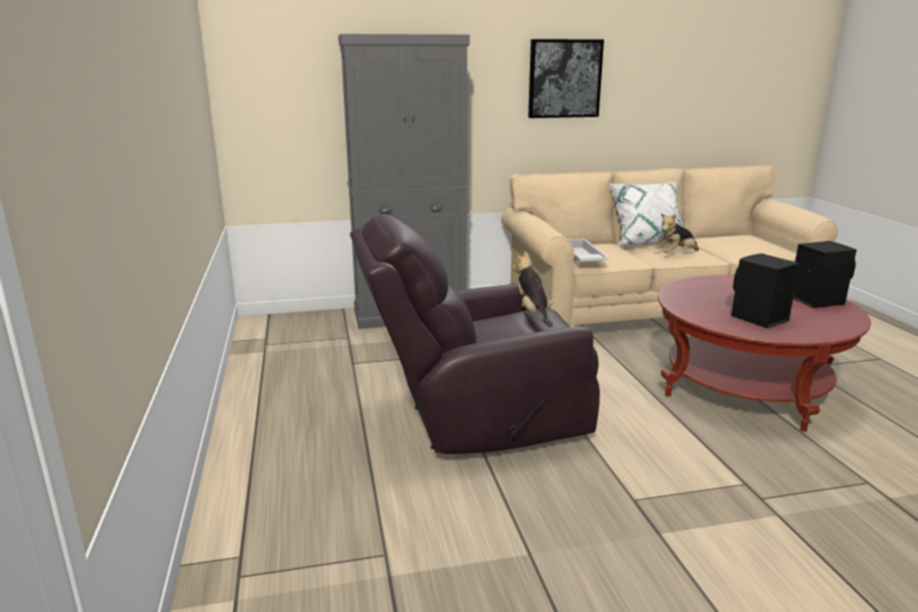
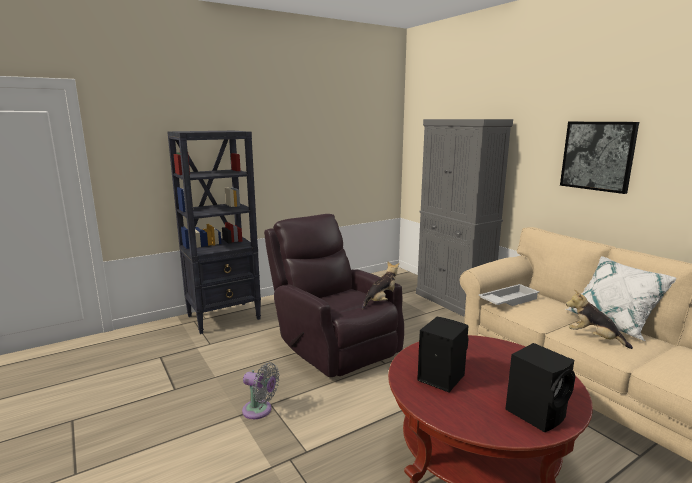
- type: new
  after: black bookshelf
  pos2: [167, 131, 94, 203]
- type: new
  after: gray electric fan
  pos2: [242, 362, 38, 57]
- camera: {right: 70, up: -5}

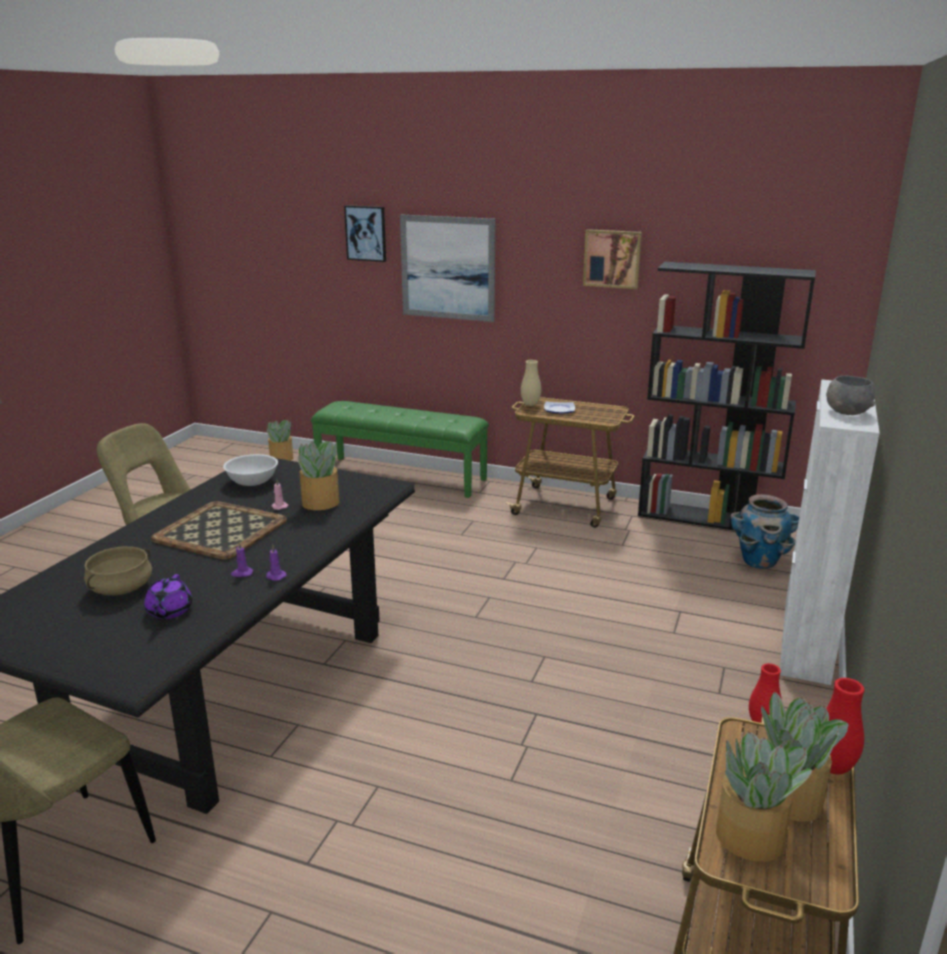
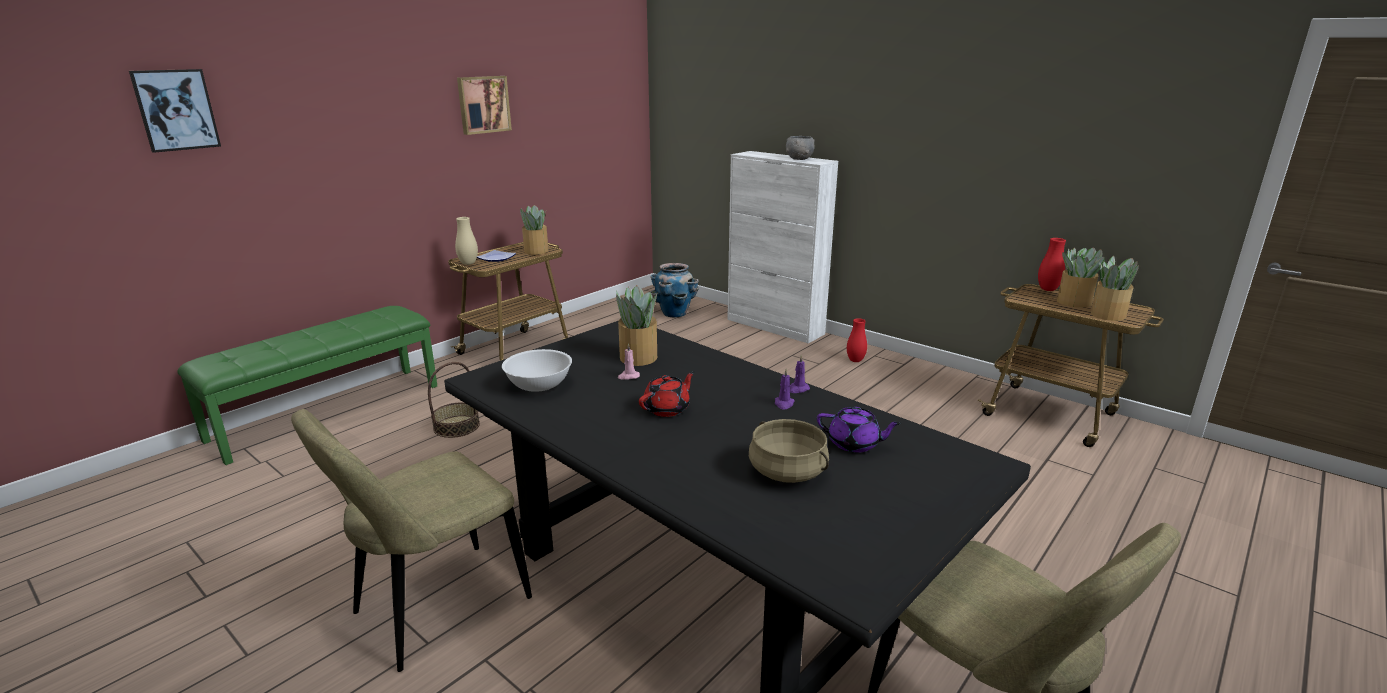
- type: gone
  before: wall picture
  pos1: [400, 215, 95, 107]
- type: gone
  before: black bookshelf
  pos1: [638, 262, 178, 269]
- type: shifted
  before: plant in a pot
  pos1: [265, 420, 28, 41]
  pos2: [520, 205, 28, 50]
- type: swapped
  before: tray
  after: red-coloured pot for tea
  pos1: [151, 501, 136, 59]
  pos2: [639, 371, 56, 46]
- type: new
  after: storage basket
  pos2: [428, 362, 52, 76]
- camera: {right: -70, up: 0}

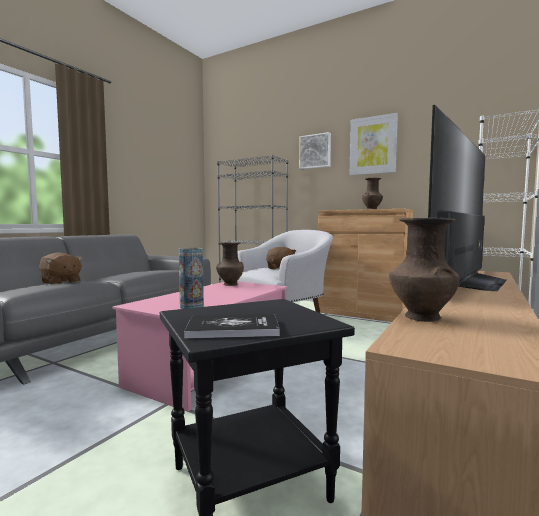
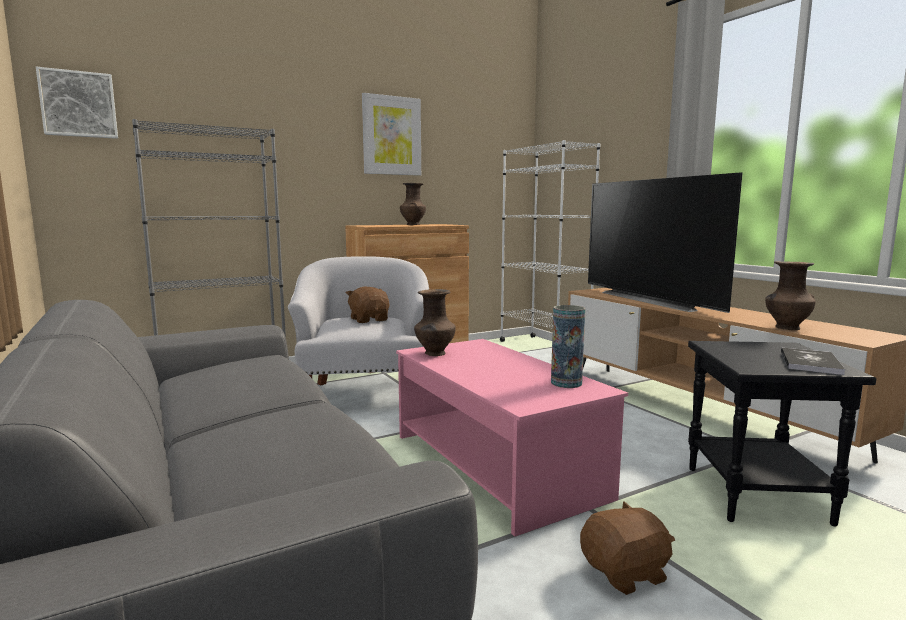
- type: shifted
  before: wall picture
  pos1: [299, 132, 32, 37]
  pos2: [36, 67, 82, 72]
- type: shifted
  before: brown-coloured plush toy
  pos1: [39, 252, 44, 32]
  pos2: [580, 501, 95, 94]
- camera: {right: -60, up: 5}

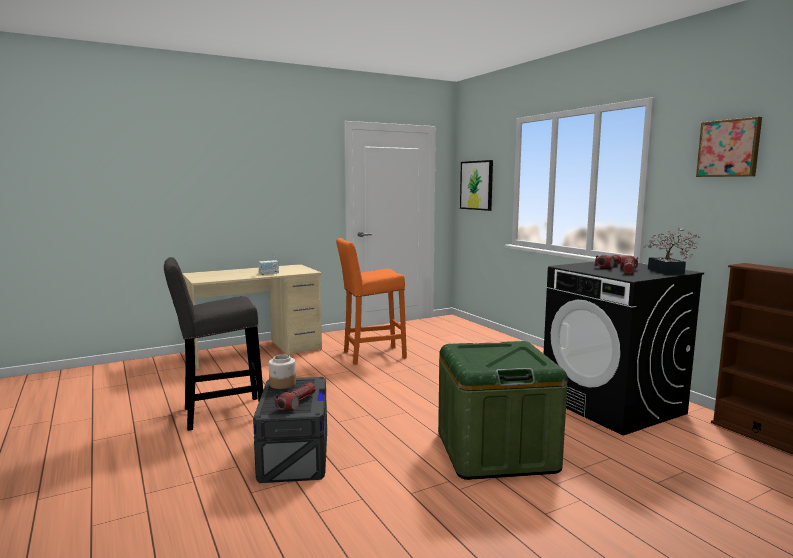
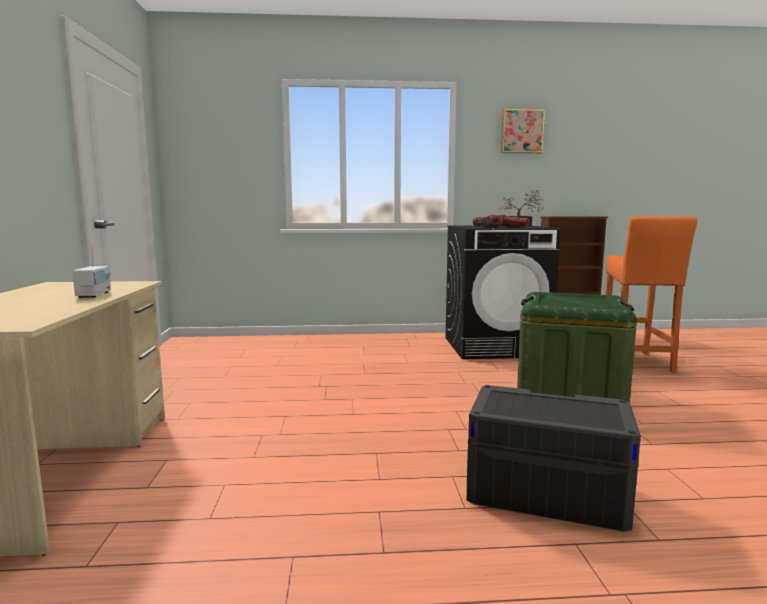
- type: gone
  before: wall picture
  pos1: [460, 160, 33, 51]
- type: shifted
  before: orange stool seat
  pos1: [336, 238, 71, 127]
  pos2: [606, 216, 91, 156]
- type: gone
  before: gray stool seat
  pos1: [164, 257, 99, 174]
- type: gone
  before: storage jar
  pos1: [269, 355, 27, 34]
- type: gone
  before: hand torch
  pos1: [275, 383, 41, 28]
- camera: {right: -65, up: 0}

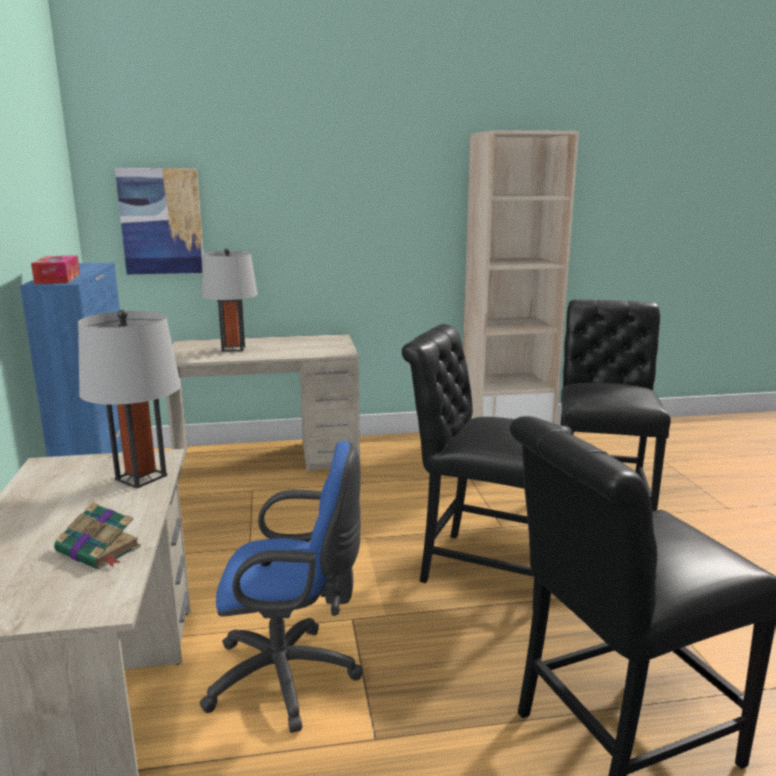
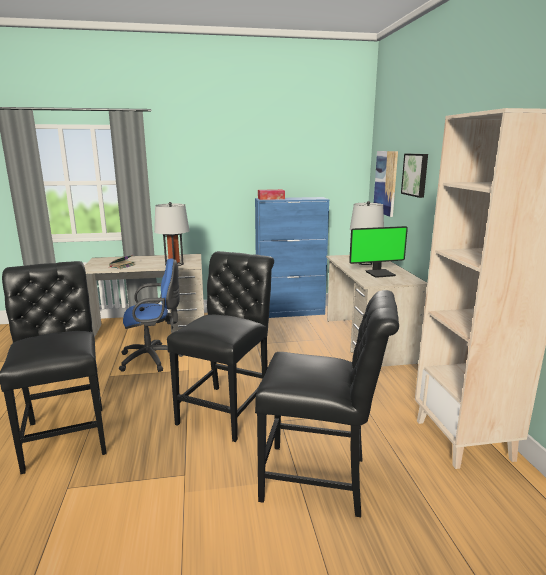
- type: rotated
  before: blue-coloured computer chair
  pos1: [200, 441, 162, 292]
  pos2: [119, 258, 64, 114]
  turn: -105
- type: new
  after: wall picture
  pos2: [401, 154, 27, 44]
- type: new
  after: computer screen
  pos2: [349, 226, 59, 52]
- camera: {right: 90, up: 0}

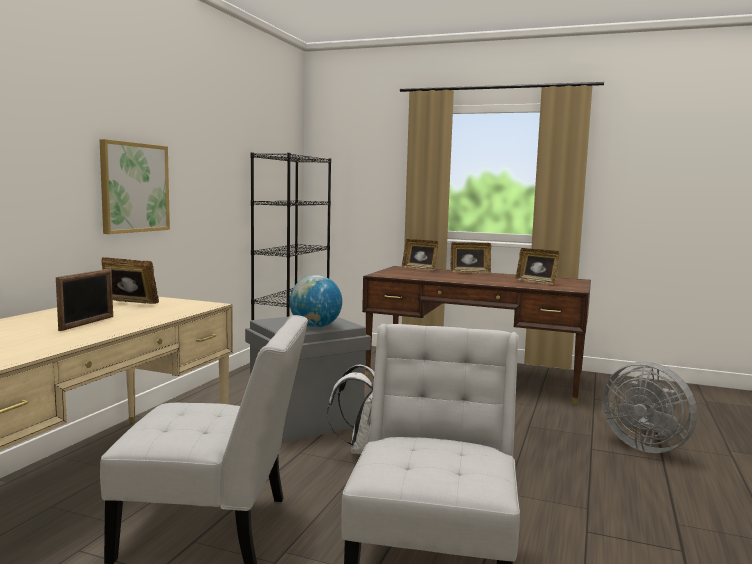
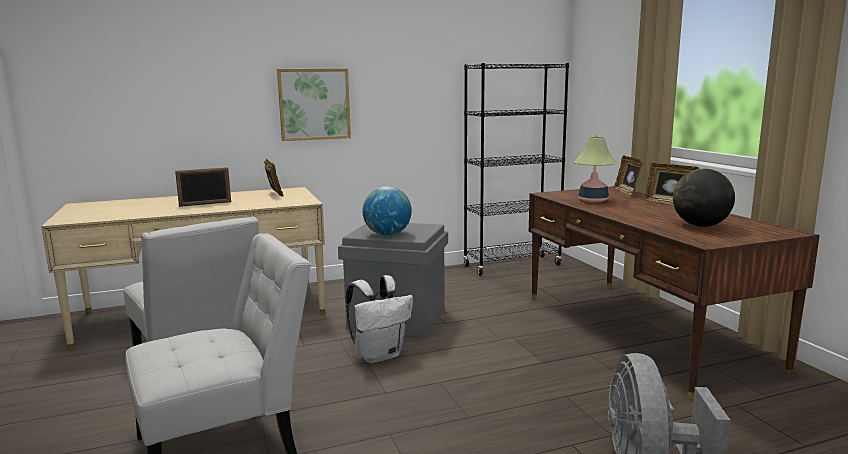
- type: swapped
  before: picture frame
  after: desk globe
  pos1: [516, 248, 43, 37]
  pos2: [673, 169, 62, 58]
- type: new
  after: lamp for a table
  pos2: [573, 135, 44, 68]
- camera: {right: 50, up: 5}

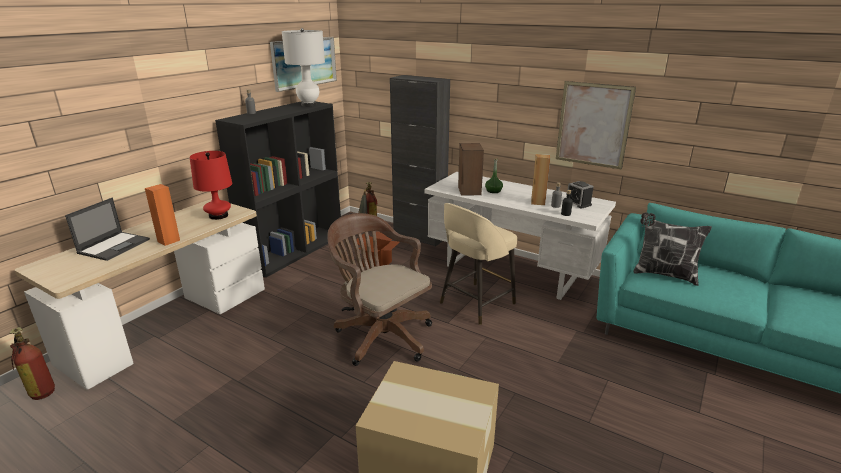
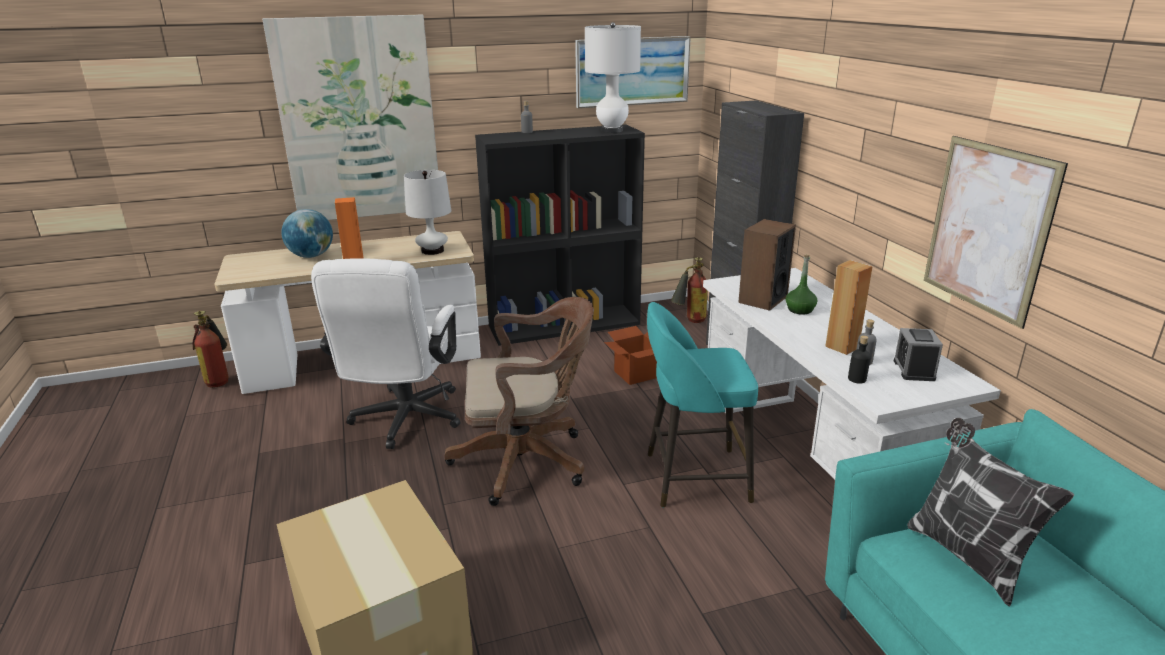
- type: repainted
  before: red-coloured lamp for a table
  after: white lamp for a table
  pos1: [190, 151, 42, 69]
  pos2: [404, 170, 47, 85]
- type: swapped
  before: portable computer
  after: desk globe
  pos1: [65, 197, 85, 64]
  pos2: [281, 209, 52, 49]
- type: repainted
  before: sand-coloured stool seat
  after: blue-green stool seat
  pos1: [440, 203, 77, 122]
  pos2: [647, 302, 111, 206]
- type: rotated
  before: brown-coloured computer chair
  pos1: [327, 213, 105, 153]
  pos2: [445, 297, 149, 209]
  turn: 90
- type: new
  after: wall picture
  pos2: [262, 15, 176, 205]
- type: new
  after: white computer chair
  pos2: [311, 258, 150, 191]
- camera: {right: 40, up: 0}

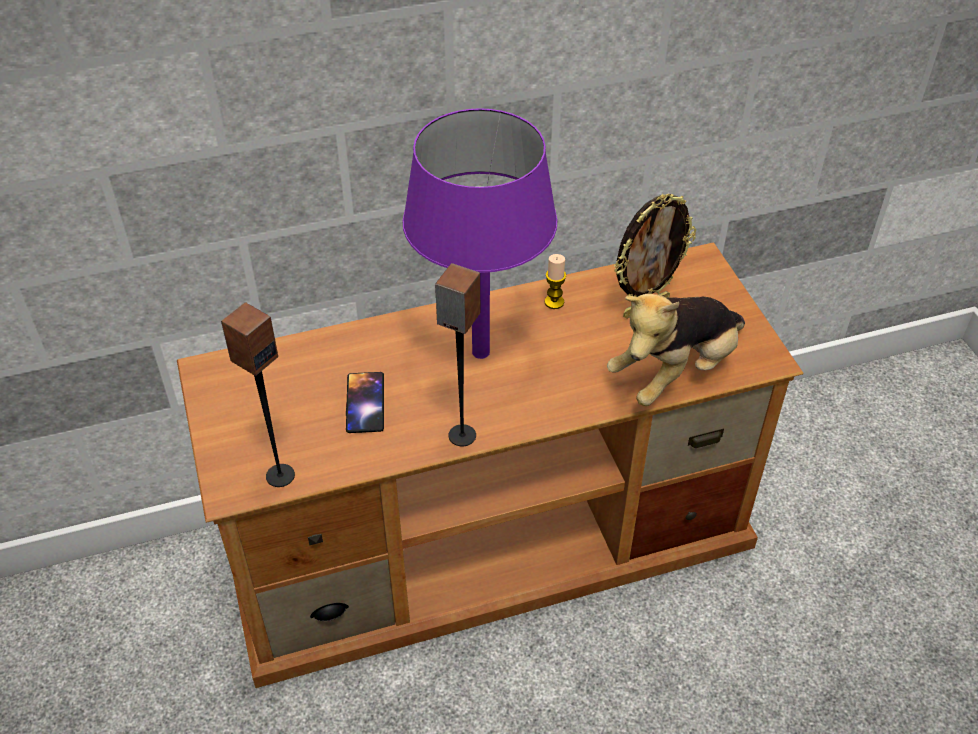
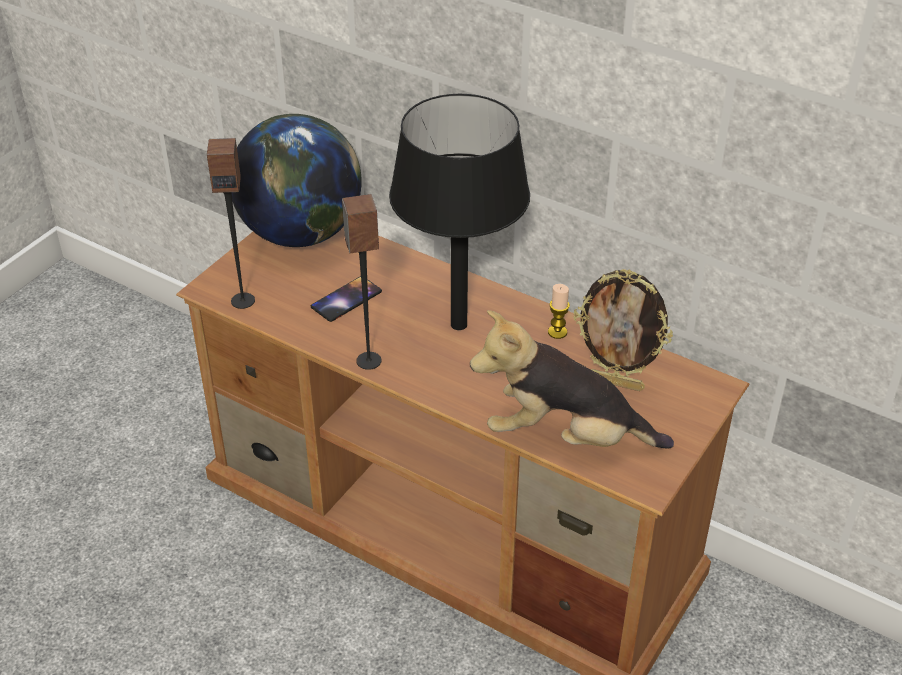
- type: repainted
  before: purplish lamp for a table
  after: black lamp for a table
  pos1: [403, 108, 155, 251]
  pos2: [389, 94, 141, 236]
- type: new
  after: desk globe
  pos2: [232, 114, 130, 133]
- camera: {right: 50, up: -5}

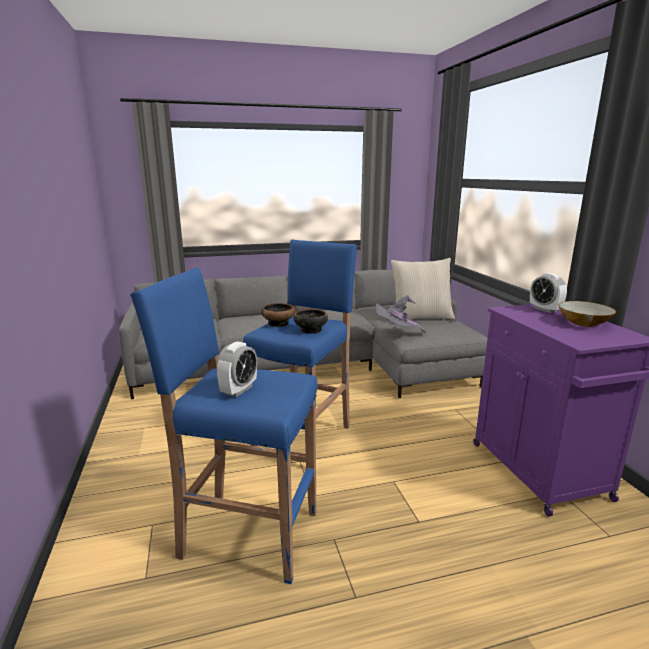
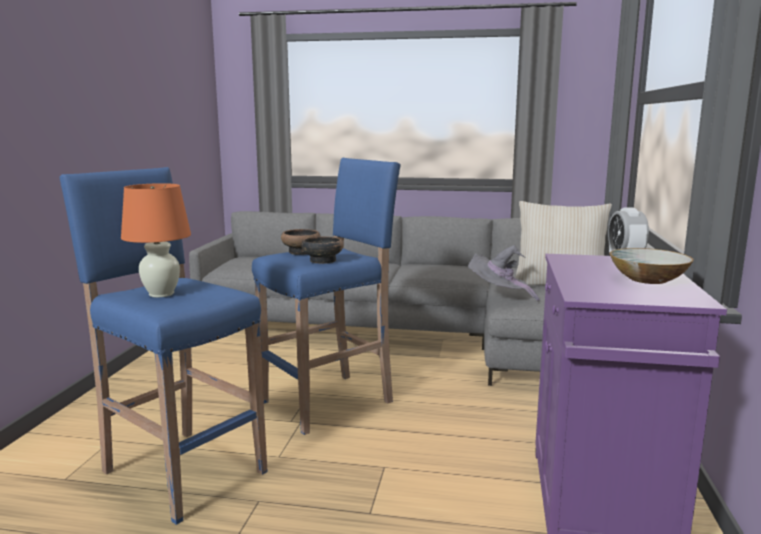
- type: swapped
  before: alarm clock
  after: orange lamp for a table
  pos1: [216, 342, 41, 55]
  pos2: [121, 183, 70, 114]
- camera: {right: 25, up: -5}

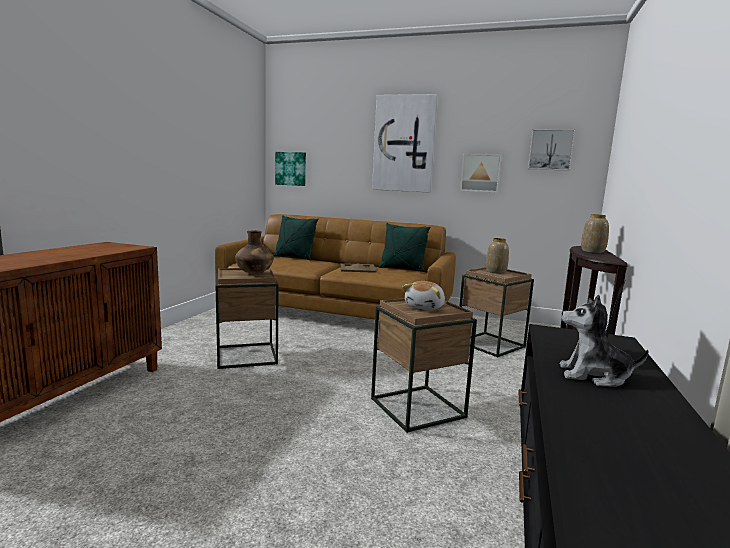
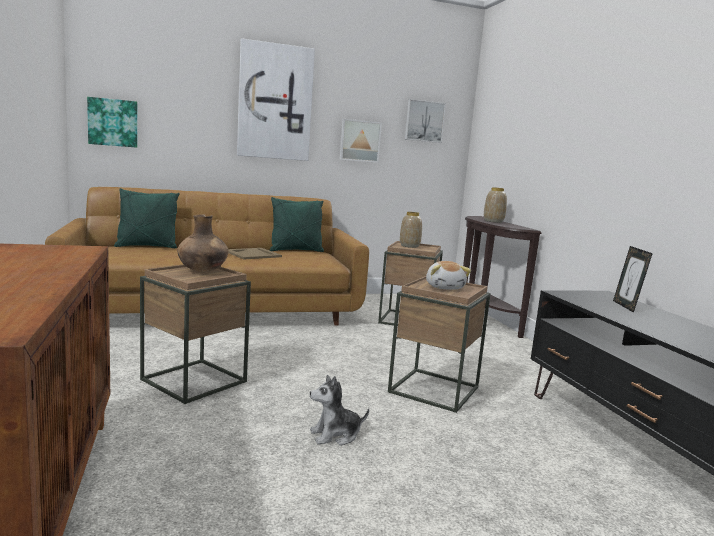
- type: shifted
  before: plush toy
  pos1: [560, 295, 89, 92]
  pos2: [310, 375, 59, 71]
- camera: {right: -35, up: 0}

